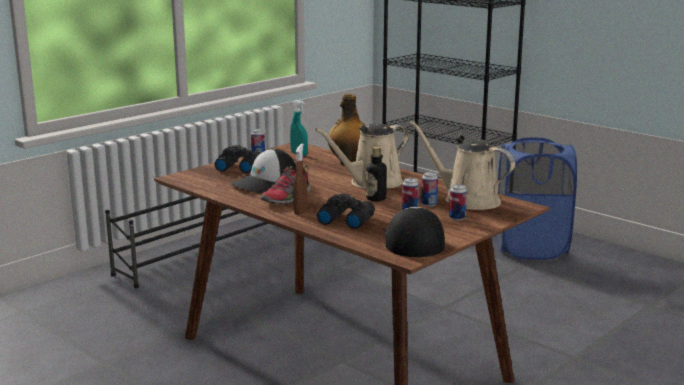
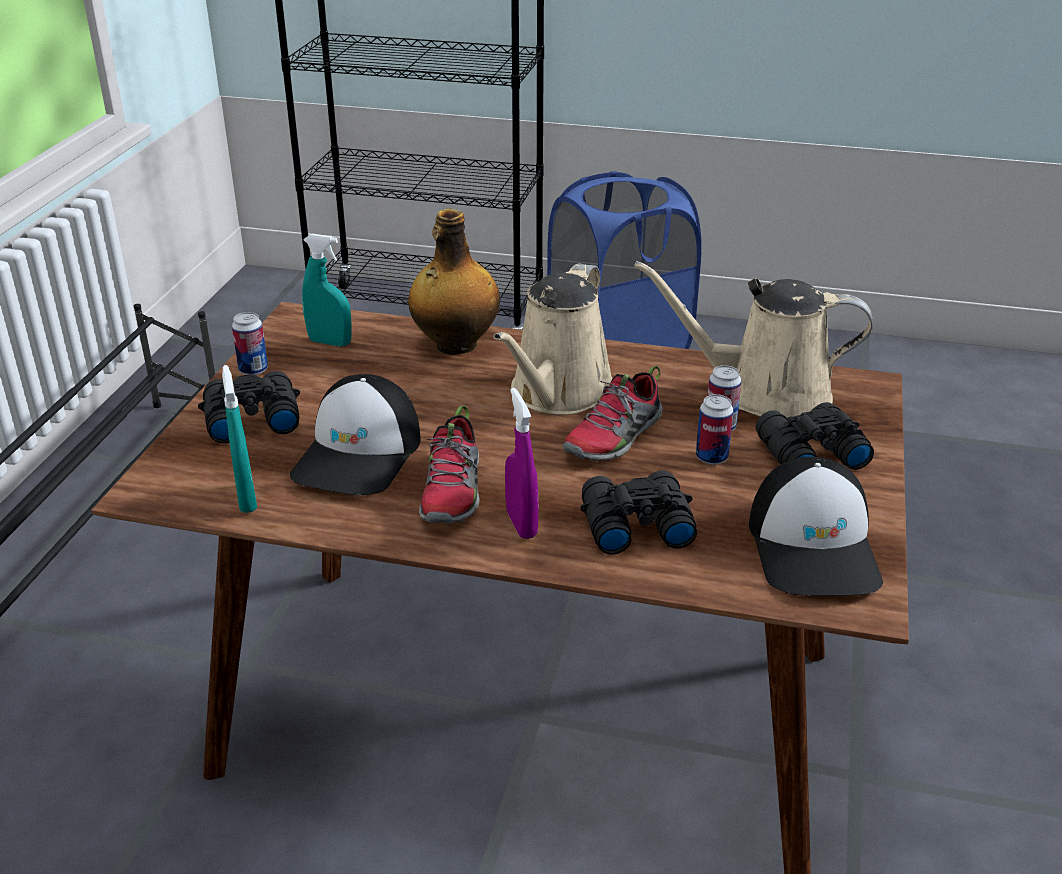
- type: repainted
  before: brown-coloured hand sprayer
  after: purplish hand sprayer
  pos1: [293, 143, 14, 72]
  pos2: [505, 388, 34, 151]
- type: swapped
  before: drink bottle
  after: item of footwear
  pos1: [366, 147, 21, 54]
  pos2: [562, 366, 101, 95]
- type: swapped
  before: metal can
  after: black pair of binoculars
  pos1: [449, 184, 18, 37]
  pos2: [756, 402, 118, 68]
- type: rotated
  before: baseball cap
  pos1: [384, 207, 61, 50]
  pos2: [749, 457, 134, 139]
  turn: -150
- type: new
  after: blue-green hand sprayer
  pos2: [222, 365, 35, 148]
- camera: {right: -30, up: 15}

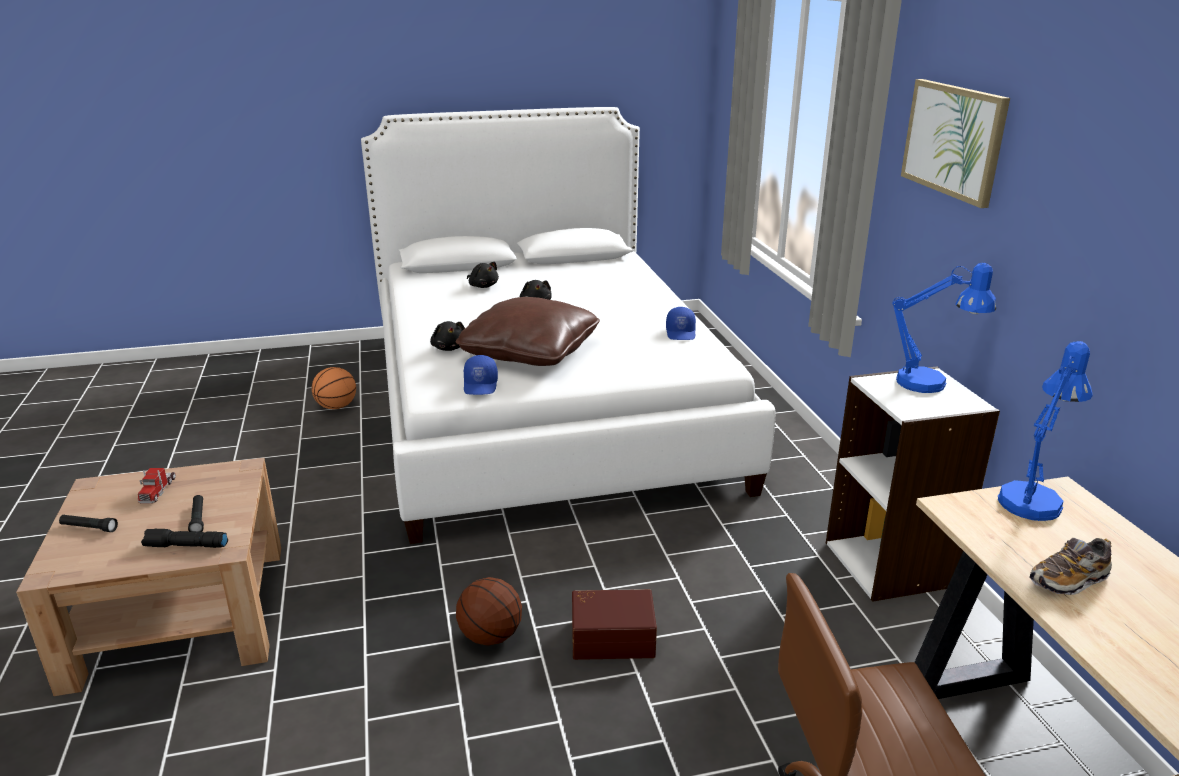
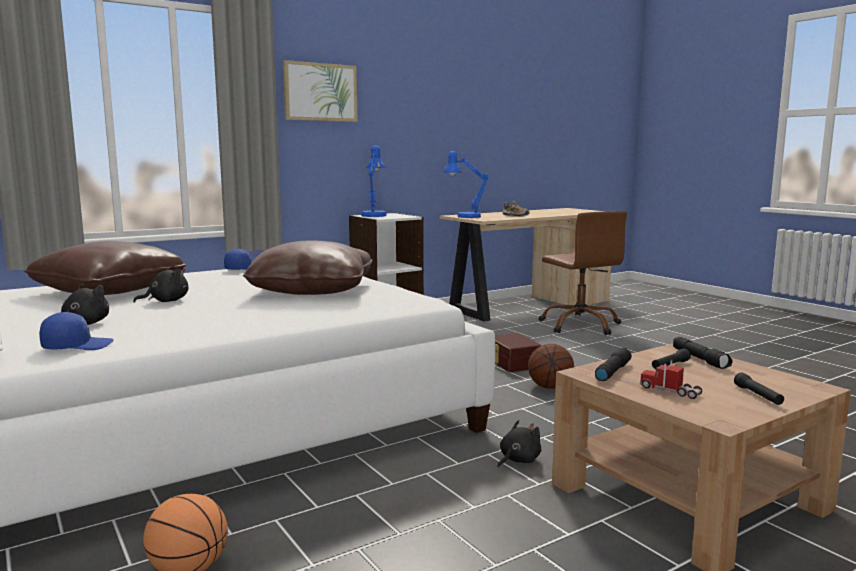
- type: shifted
  before: black plush toy
  pos1: [430, 321, 35, 30]
  pos2: [497, 420, 44, 48]
- type: shifted
  before: blue-coloured baseball cap
  pos1: [464, 355, 34, 40]
  pos2: [39, 312, 75, 38]
- type: rotated
  before: toy lorry
  pos1: [138, 468, 38, 36]
  pos2: [640, 360, 62, 39]
  turn: -120
- type: new
  after: brown-coloured cushion
  pos2: [24, 241, 162, 54]
- type: new
  after: black hand torch
  pos2: [595, 348, 37, 33]
- camera: {right: -110, up: -15}

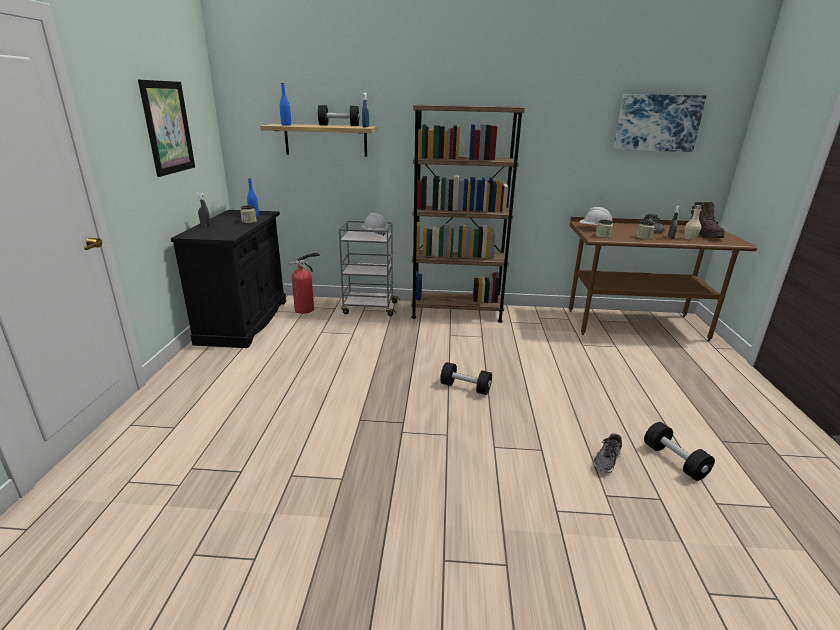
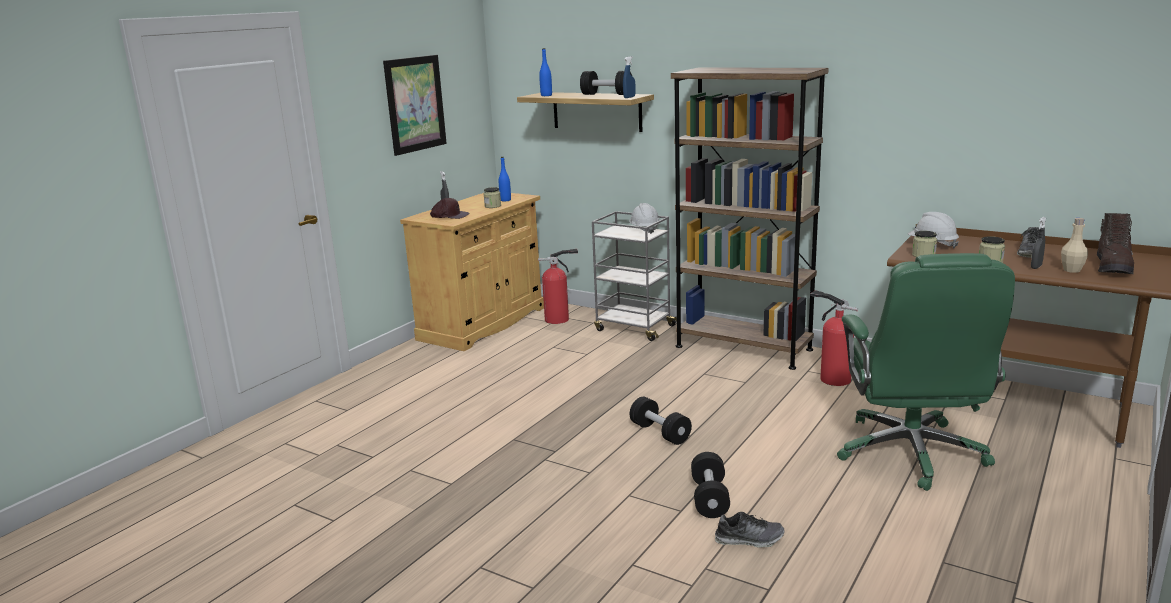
- type: gone
  before: wall picture
  pos1: [613, 94, 93, 58]
- type: repainted
  before: black cupboard
  after: sand-coloured cupboard
  pos1: [171, 210, 115, 138]
  pos2: [400, 193, 144, 158]
- type: shifted
  before: black hand weight
  pos1: [644, 422, 71, 59]
  pos2: [691, 452, 39, 66]
- type: rotated
  before: item of footwear
  pos1: [593, 433, 29, 40]
  pos2: [715, 512, 70, 36]
  turn: -150
- type: new
  after: brown-coloured baseball cap
  pos2: [430, 198, 40, 21]
- type: new
  after: green computer chair
  pos2: [837, 253, 178, 238]
- type: new
  after: fire extinguisher
  pos2: [810, 290, 48, 96]
- camera: {right: 30, up: -5}

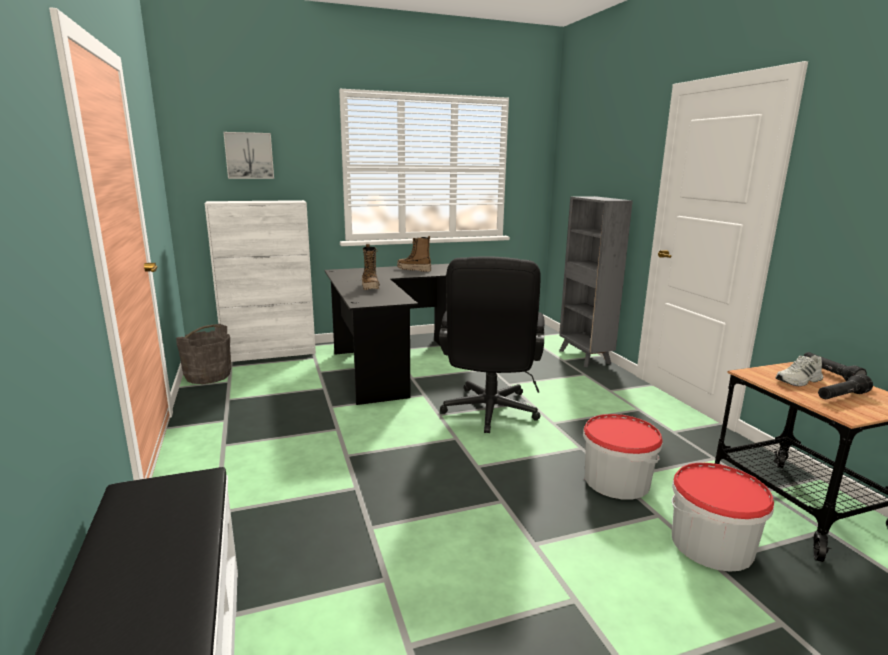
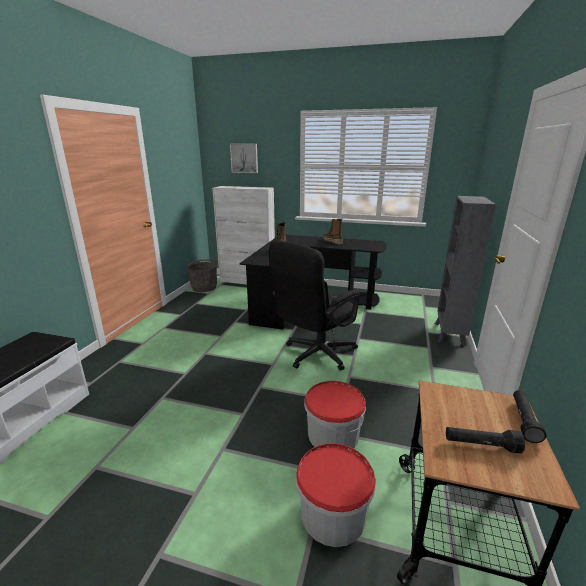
- type: gone
  before: white item of footwear
  pos1: [776, 355, 47, 31]
- camera: {right: 35, up: 5}

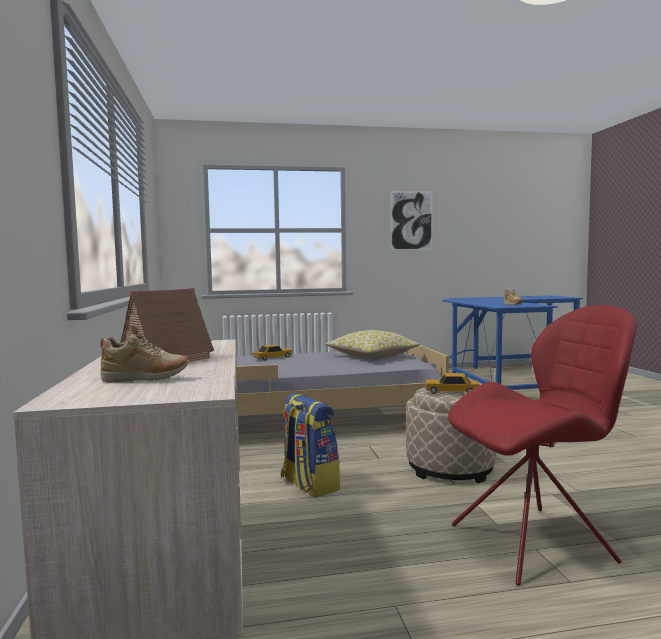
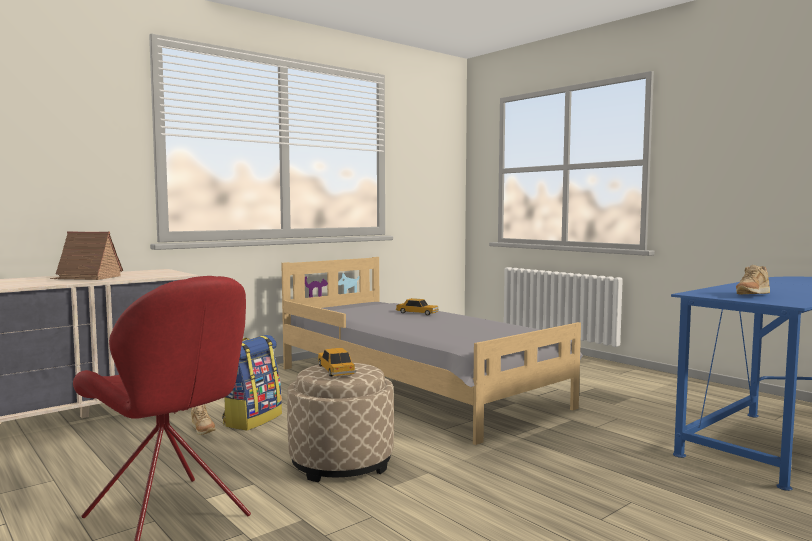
- type: gone
  before: wall picture
  pos1: [390, 191, 43, 59]
- type: gone
  before: cushion
  pos1: [325, 330, 95, 29]
- type: shifted
  before: sand-coloured item of footwear
  pos1: [100, 334, 89, 48]
  pos2: [191, 405, 25, 30]
- camera: {right: 60, up: 0}

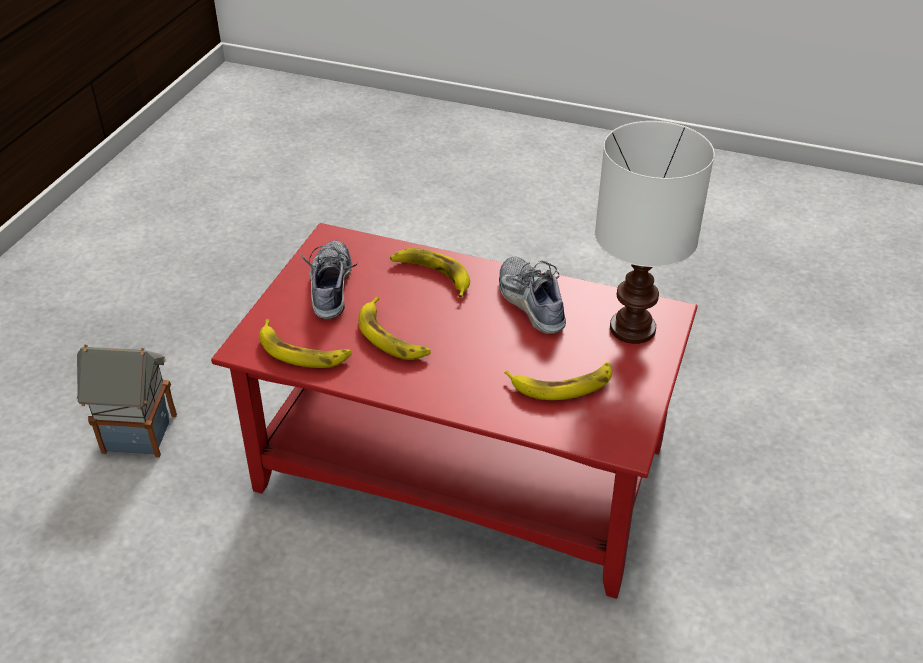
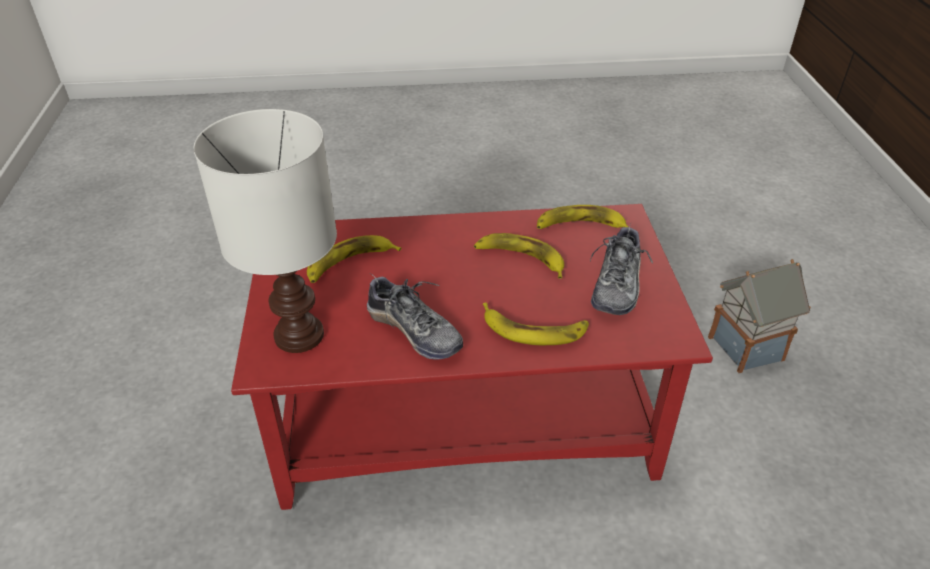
- type: rotated
  before: item of footwear
  pos1: [299, 241, 59, 78]
  pos2: [590, 224, 63, 91]
  turn: 45
- camera: {right: 155, up: 0}

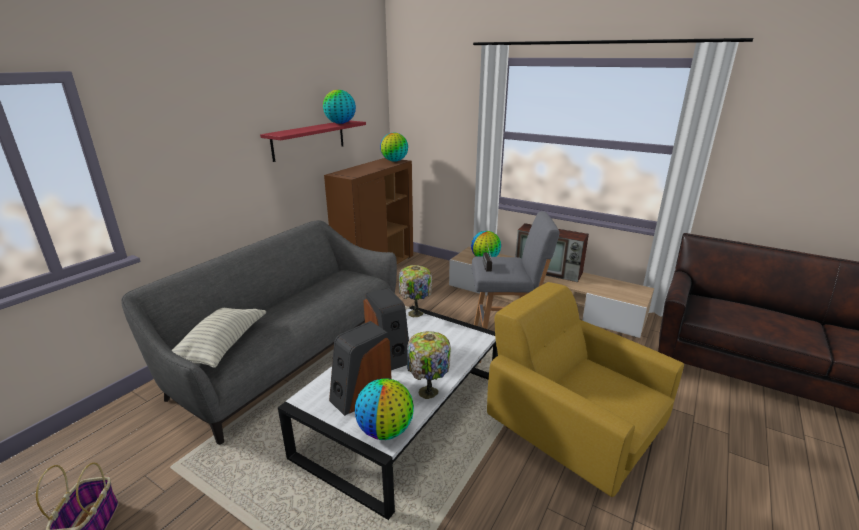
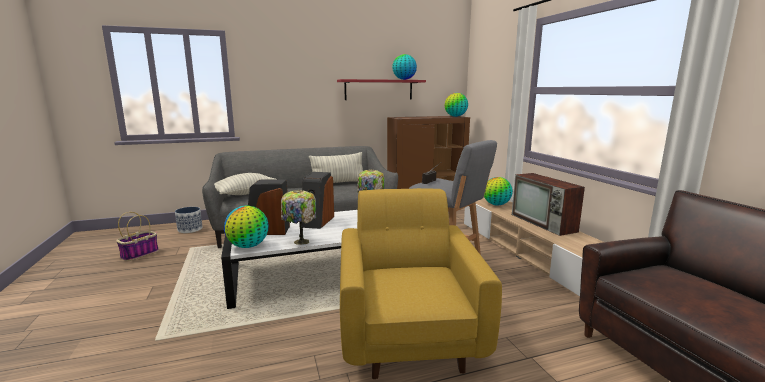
- type: new
  after: cushion
  pos2: [309, 152, 54, 31]
- type: new
  after: flower pot
  pos2: [175, 207, 28, 26]
- camera: {right: 40, up: -10}

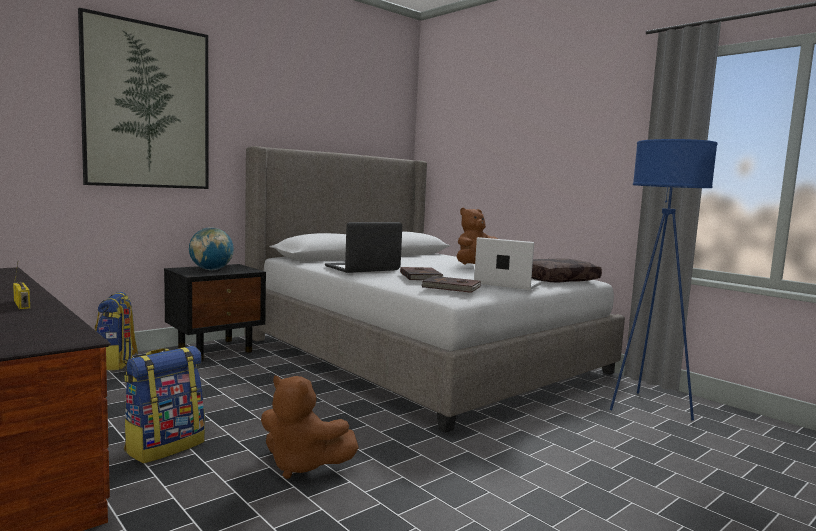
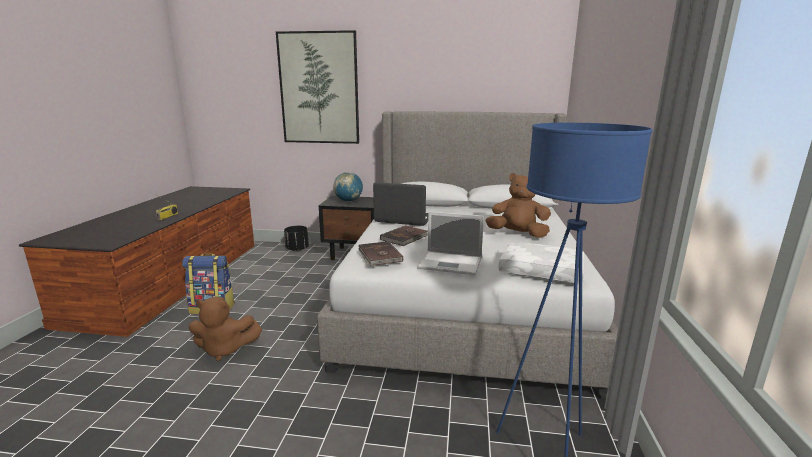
- type: rotated
  before: portable computer
  pos1: [474, 237, 68, 53]
  pos2: [417, 212, 67, 63]
  turn: 120
- type: repainted
  before: brown-coloured cushion
  after: white cushion
  pos1: [532, 258, 70, 24]
  pos2: [498, 242, 86, 41]
- type: swapped
  before: rucksack
  after: black flower pot
  pos1: [95, 292, 43, 78]
  pos2: [284, 226, 25, 25]
- type: rotated
  before: brown-coloured plush toy
  pos1: [261, 376, 98, 103]
  pos2: [189, 296, 73, 65]
  turn: -75
- camera: {right: 50, up: 10}

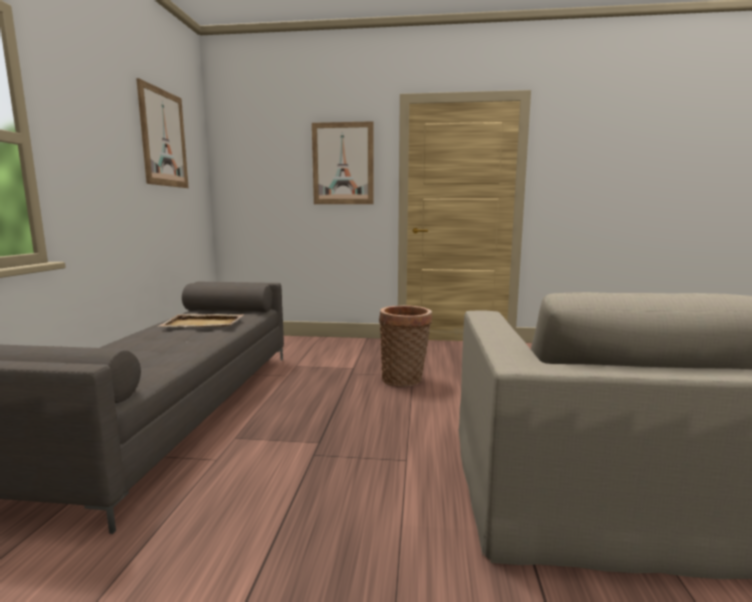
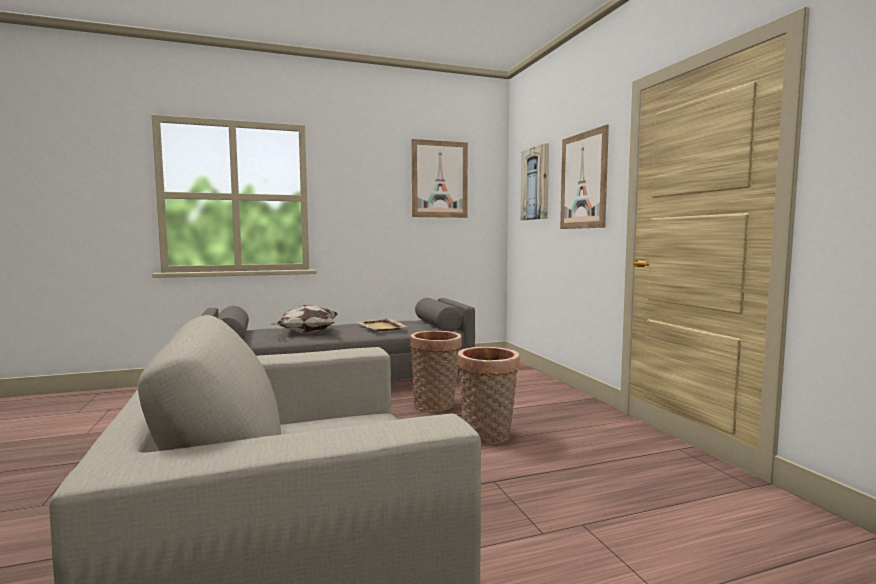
- type: new
  after: wall picture
  pos2: [520, 143, 29, 77]
- type: new
  after: cushion
  pos2: [271, 304, 67, 29]
- type: new
  after: storage basket
  pos2: [410, 331, 52, 81]
- camera: {right: 65, up: -5}

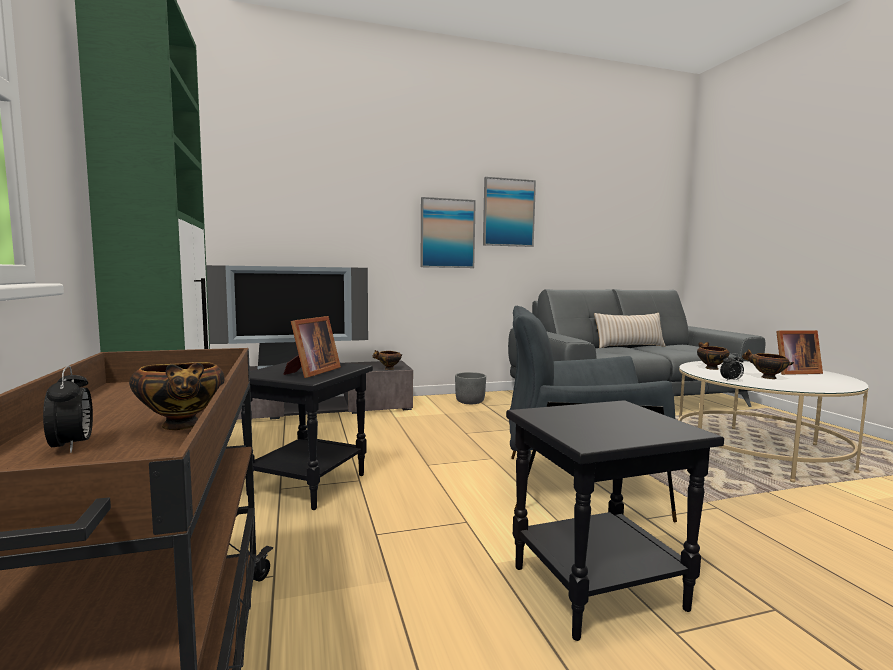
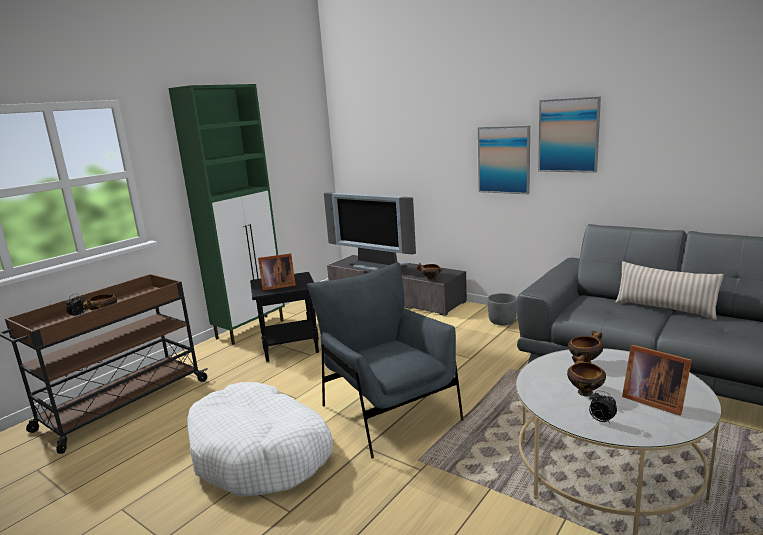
- type: shifted
  before: alarm clock
  pos1: [720, 353, 24, 28]
  pos2: [589, 390, 28, 34]
- type: swapped
  before: black accent table
  after: white dog cushion
  pos1: [506, 400, 218, 241]
  pos2: [187, 382, 146, 114]
- camera: {right: 55, up: 10}

